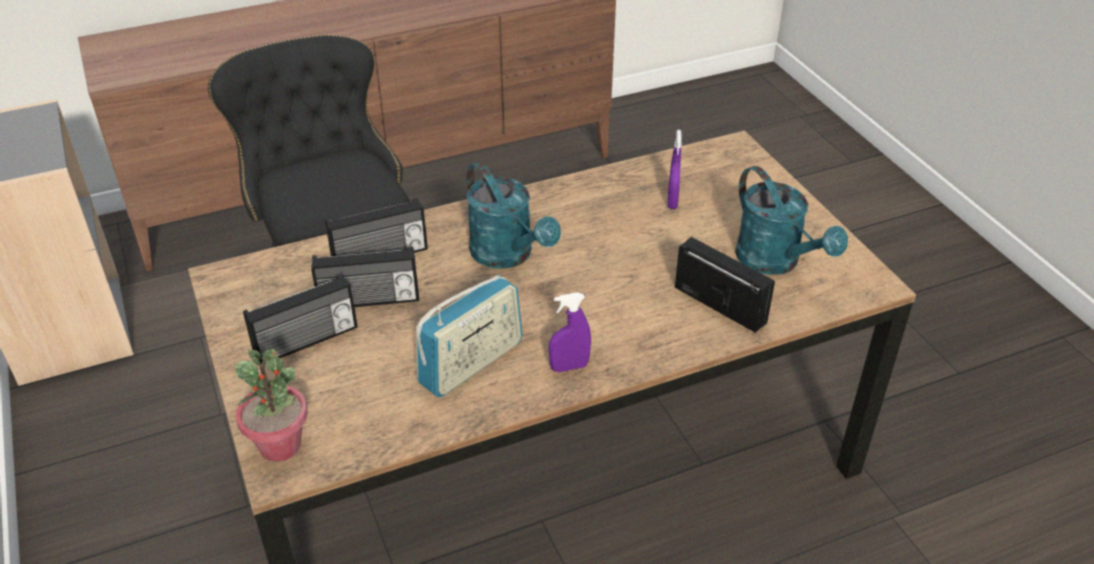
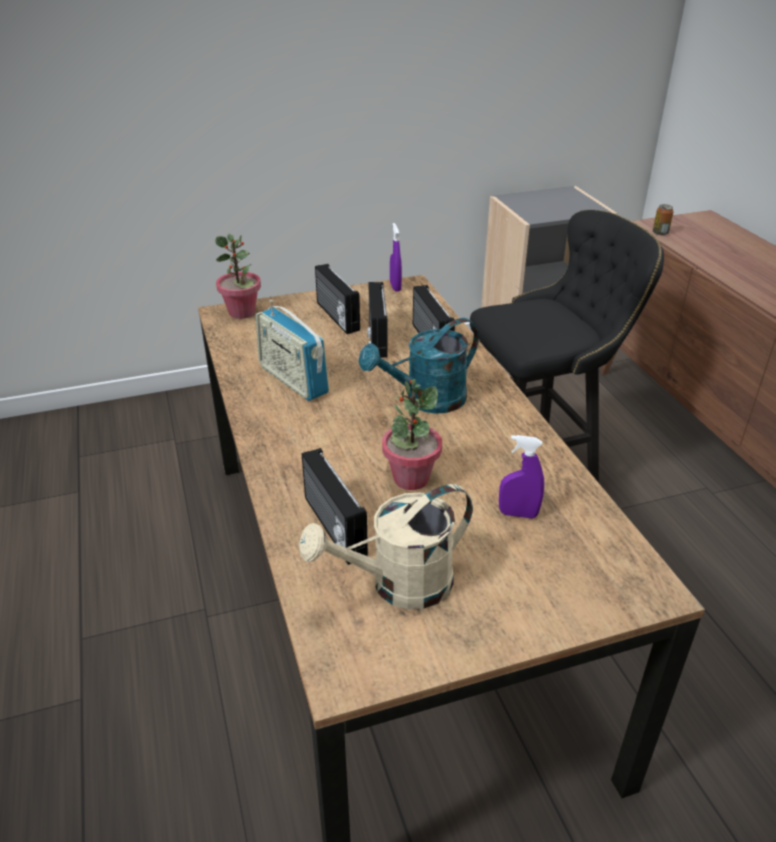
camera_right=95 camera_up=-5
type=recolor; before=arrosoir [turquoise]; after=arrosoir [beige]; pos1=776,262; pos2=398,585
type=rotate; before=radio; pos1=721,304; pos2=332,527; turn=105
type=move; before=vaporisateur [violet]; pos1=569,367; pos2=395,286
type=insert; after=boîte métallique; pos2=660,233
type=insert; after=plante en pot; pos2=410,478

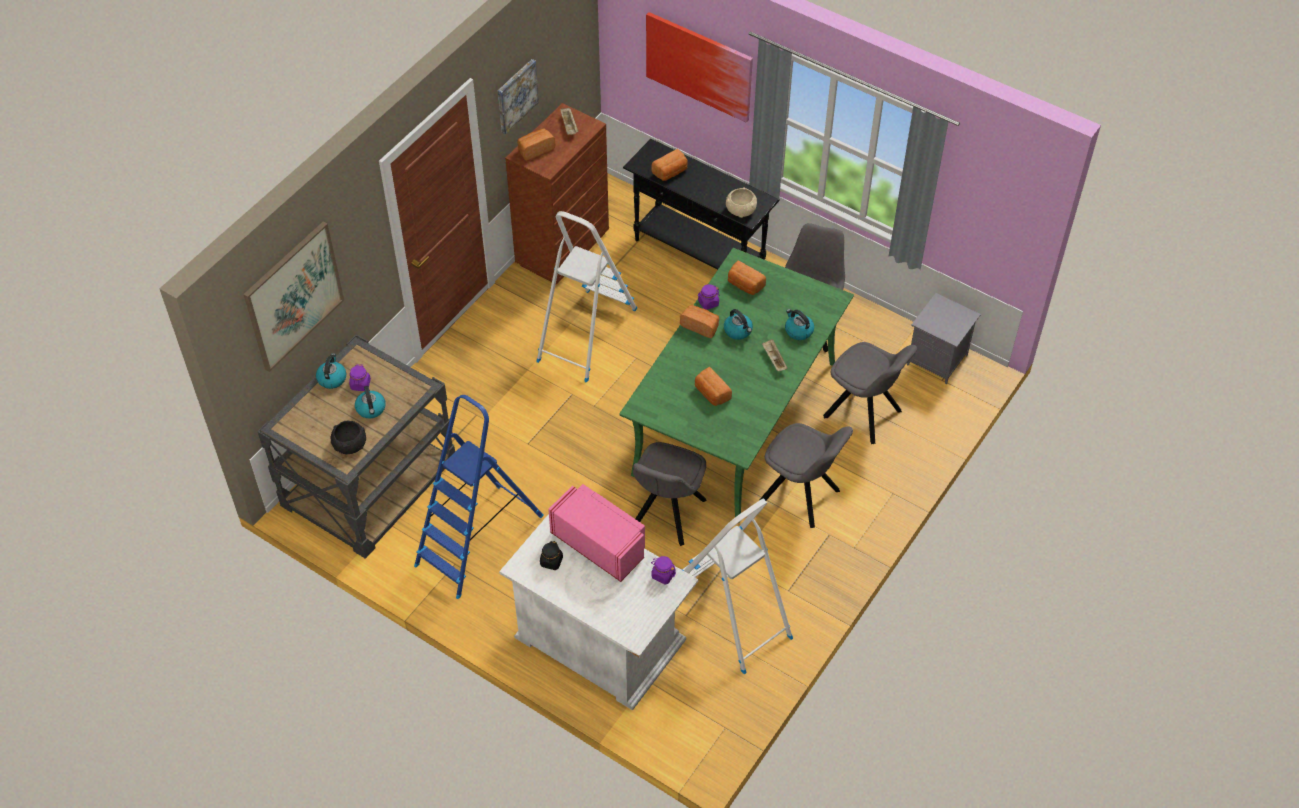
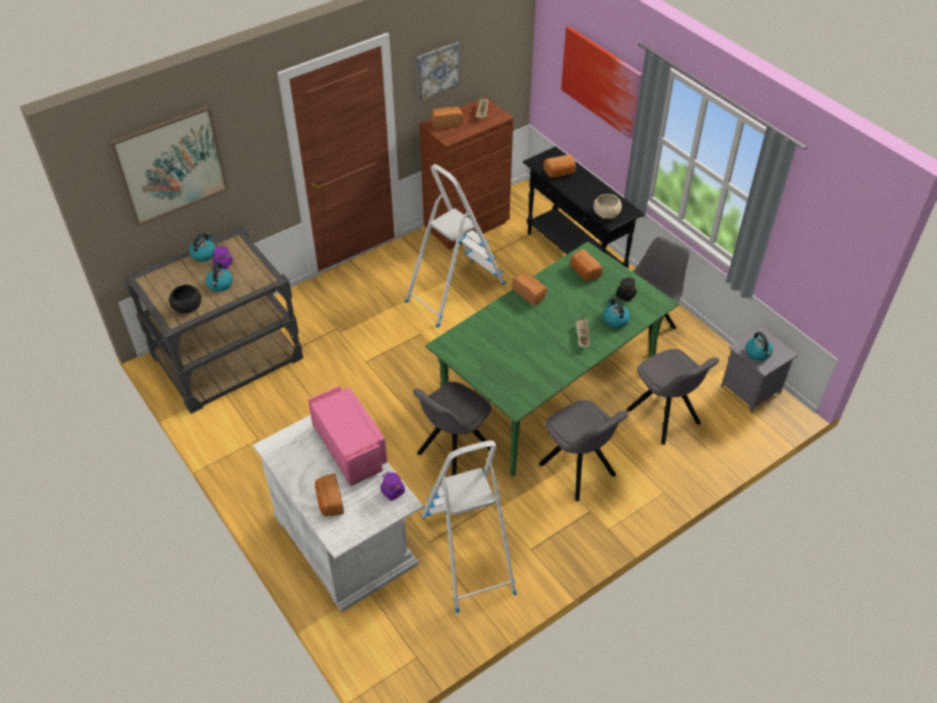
camera_right=20 camera_up=-5
type=delete; before=bocal [violet]; pos1=708,303
type=move; before=bouilloire; pos1=738,331; pos2=758,353
type=move; before=pain; pos1=711,393; pos2=329,501
type=delete; before=escabeau [bleu]; pos1=479,541
type=move; before=bocal [noir]; pos1=551,561; pos2=625,296

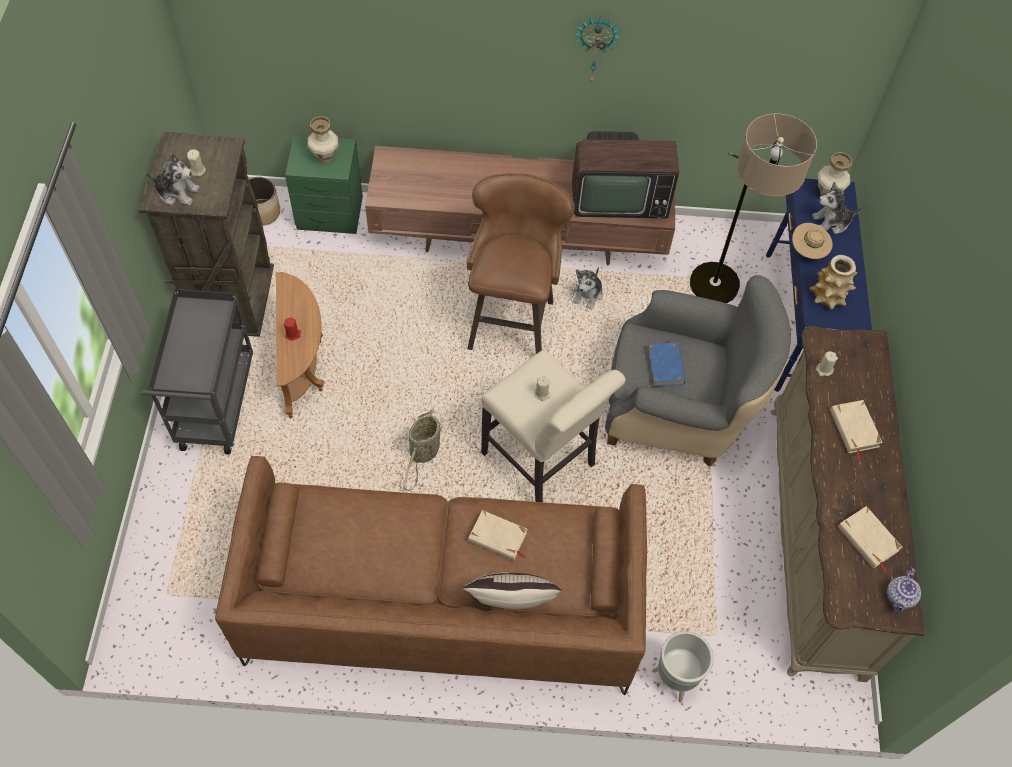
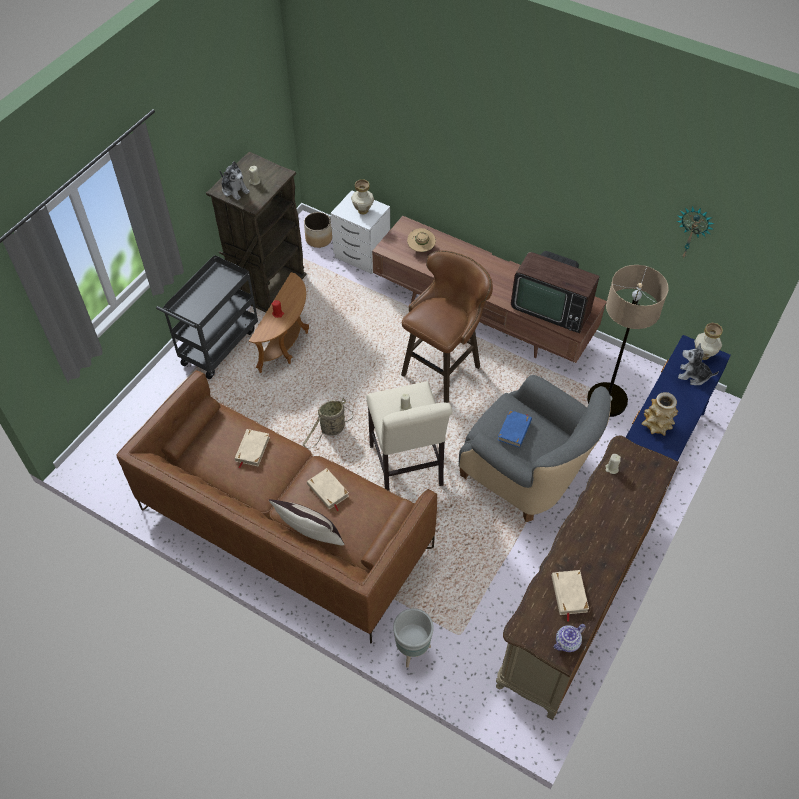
camera_right=30 camera_up=-5
type=move; before=horloge murale; pos1=595,47; pos2=692,232
type=recolor; before=table de chevet [vert]; after=table de chevet [blanc]; pos1=331,214; pos2=362,256
type=move; before=chapeau [beige]; pos1=808,251; pos2=421,248
type=delete; before=peluche; pos1=588,295
type=move; before=livre [beige]; pos1=854,429; pos2=252,449

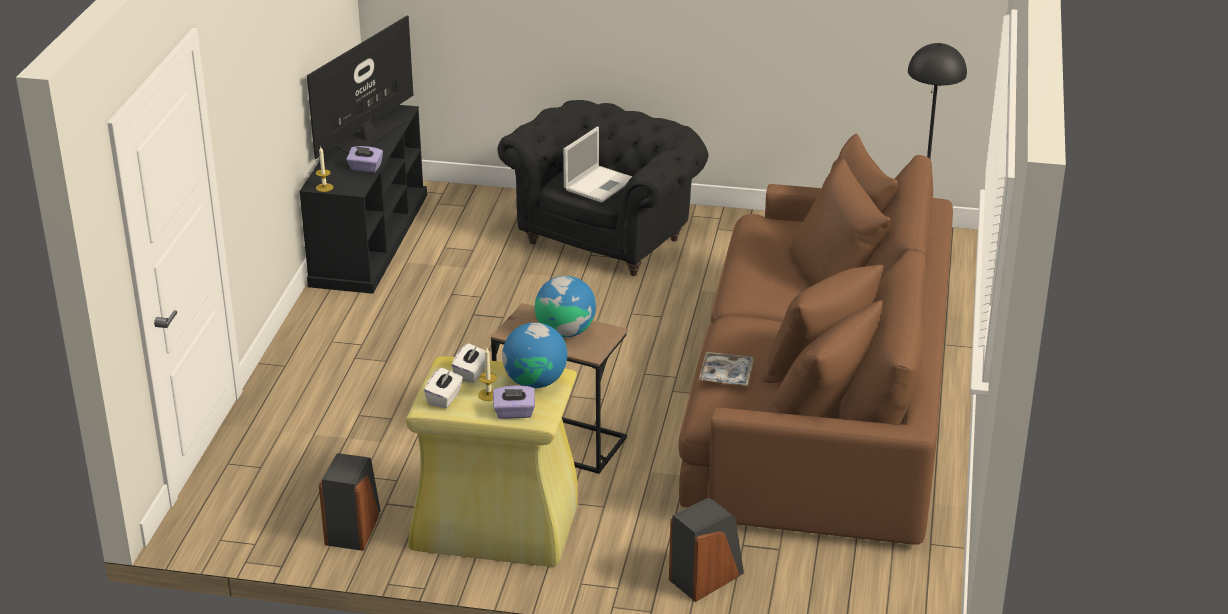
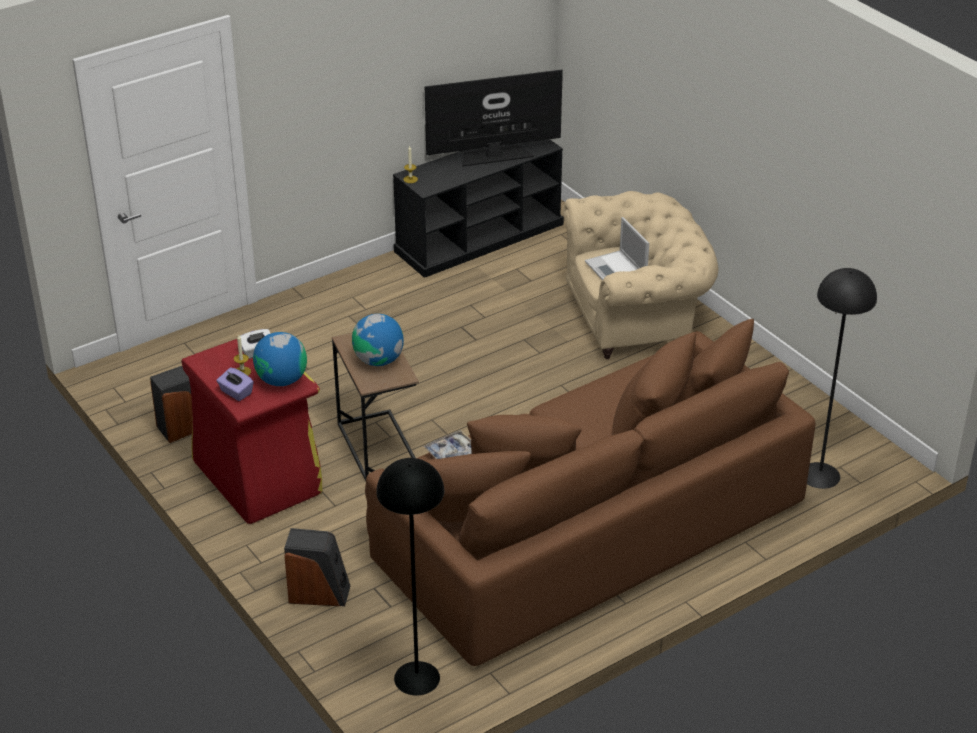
camera_right=45 camera_up=5
type=recolor; before=fauteuil [noir]; after=fauteuil [beige]; pos1=609,236; pos2=637,320
type=rotate; before=ordinateur portable; pos1=600,184; pos2=616,270; turn=75
type=delete; before=boîte à mouchoirs [violet]; pos1=365,168
type=recolor; before=table de chevet [jaune]; after=table de chevet [rouge]; pos1=494,525; pos2=257,475
type=delete; before=boîte à mouchoirs [blanc]; pos1=444,398
type=insert; after=lampadaire [noir]; pos2=416,678

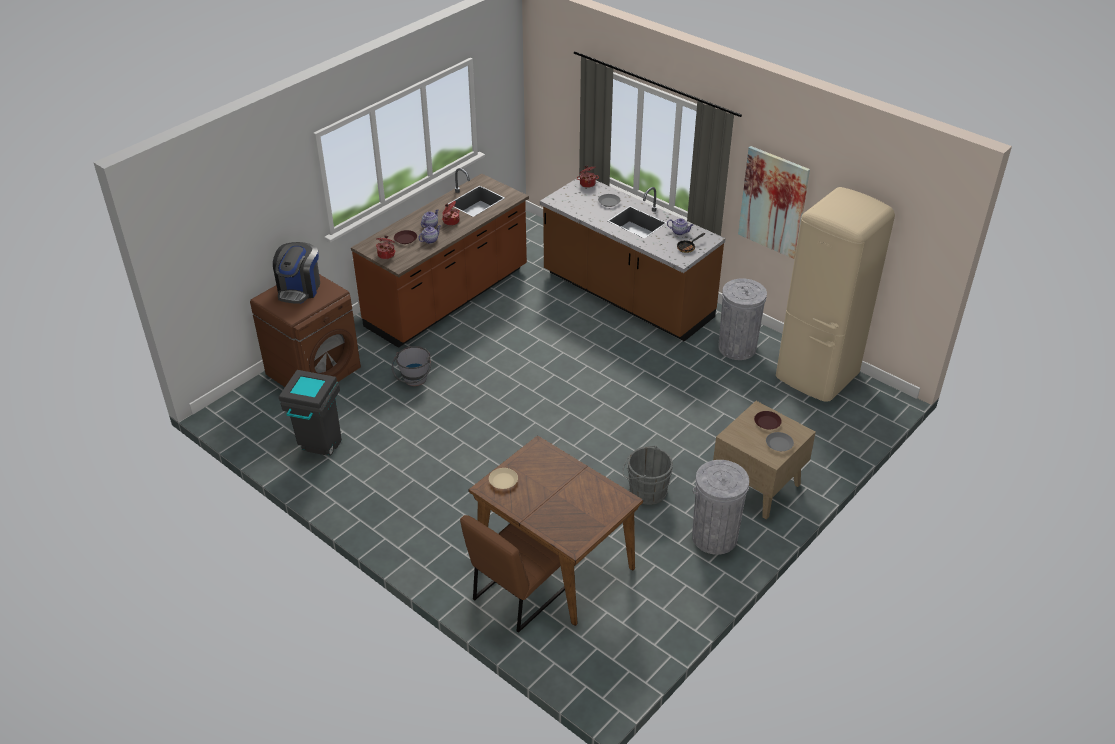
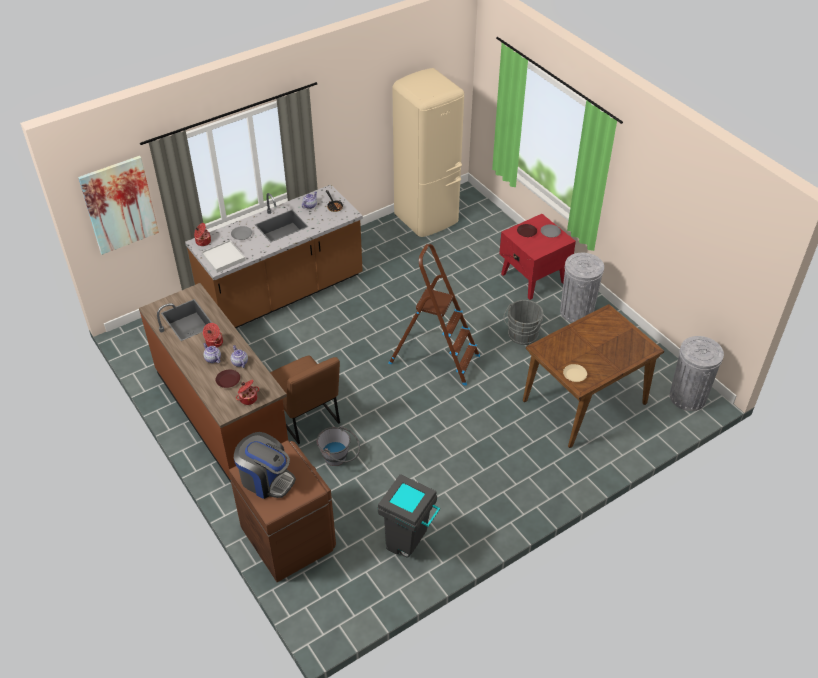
camera_right=-75 camera_up=5
type=move; before=tableau; pos1=773,202; pos2=119,205
type=move; before=poubelle [gris]; pos1=737,348; pos2=687,397
type=recolor; before=table de chevet [beige]; after=table de chevet [rouge]; pos1=756,487; pos2=533,278
type=move; before=chaise [marron]; pos1=518,594; pos2=305,416
type=insert; after=plateau [blanc]; pos2=223,258
type=insert; after=escabeau [marron]; pos2=435,359

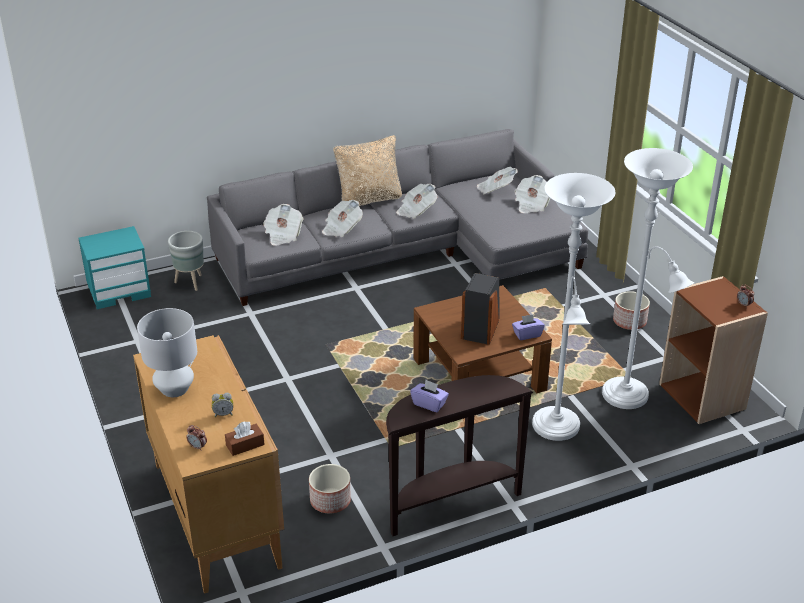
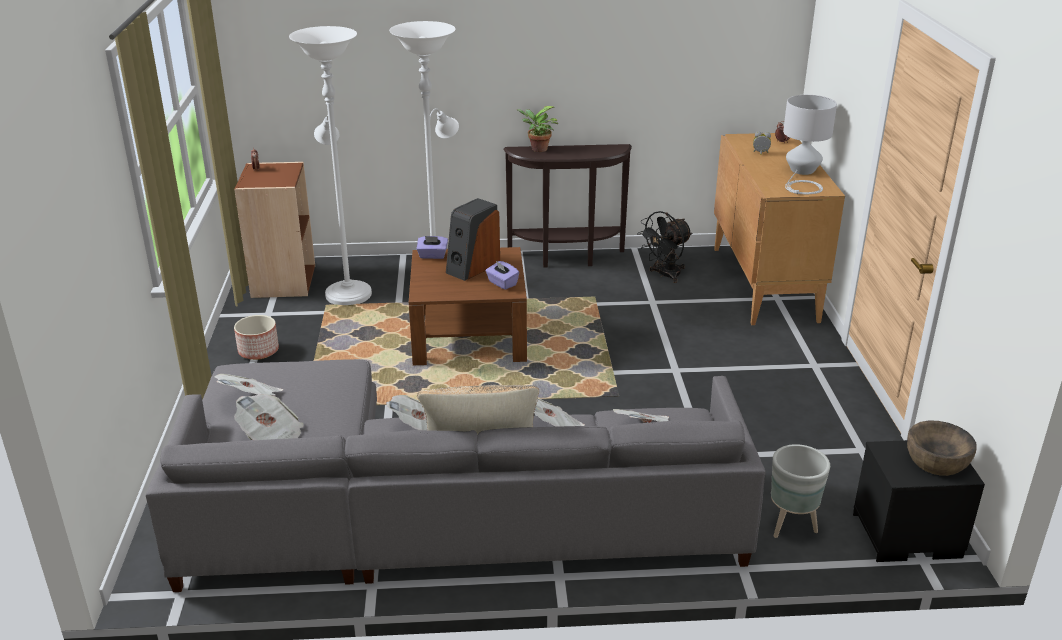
camera_right=-160 camera_up=-5
type=recolor; before=table de chevet [turquoise]; after=table de chevet [noir]; pos1=120,291; pos2=905,537
type=move; before=boîte à mouchoirs [violet]; pos1=429,404; pos2=502,283
type=delete; before=boîte à mouchoirs [marron]; pos1=245,445
type=replace; before=cache-pot; after=ventilateur [noir]; pos1=330,501; pos2=664,275
type=insert; after=plante en pot; pos2=537,149
type=insert; after=bol [marron]; pos2=936,461

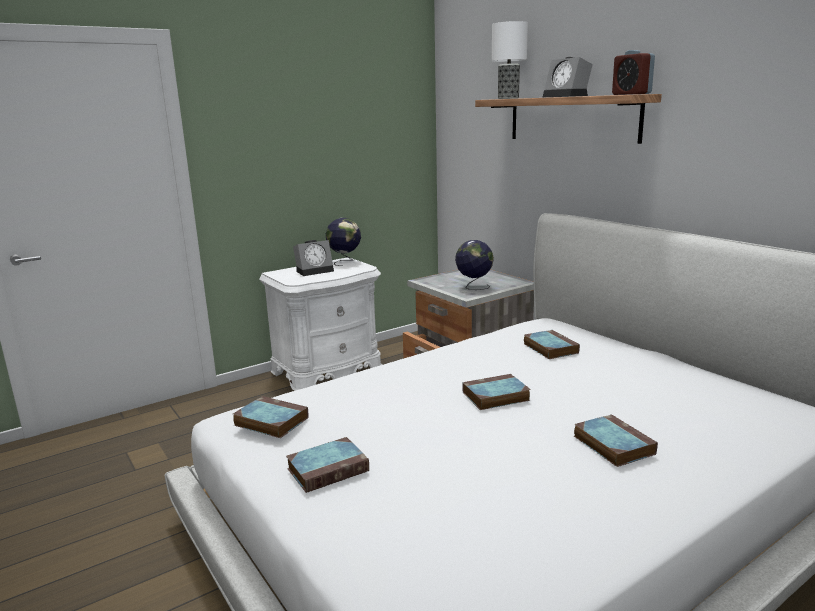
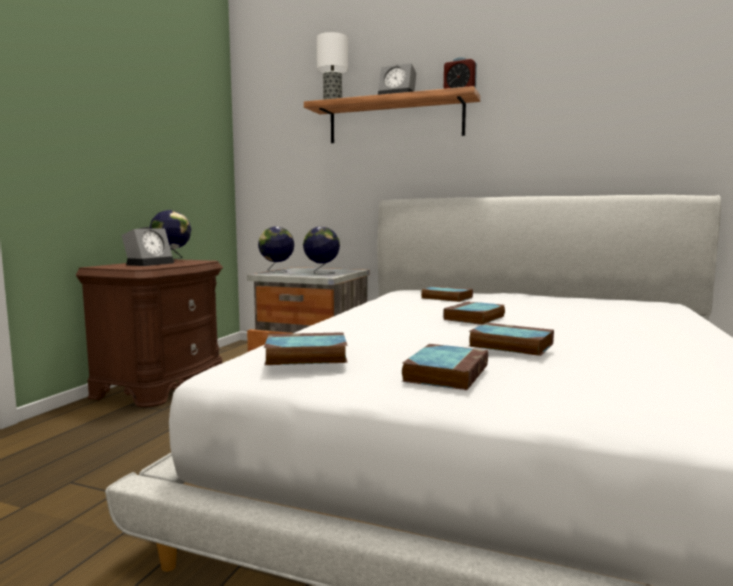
camera_right=-35 camera_up=-10
type=recolor; before=table de chevet [blanc]; after=table de chevet [marron]; pos1=330,371; pos2=166,385
type=move; before=livre; pos1=611,444; pos2=508,345
type=insert; after=globe; pos2=277,272

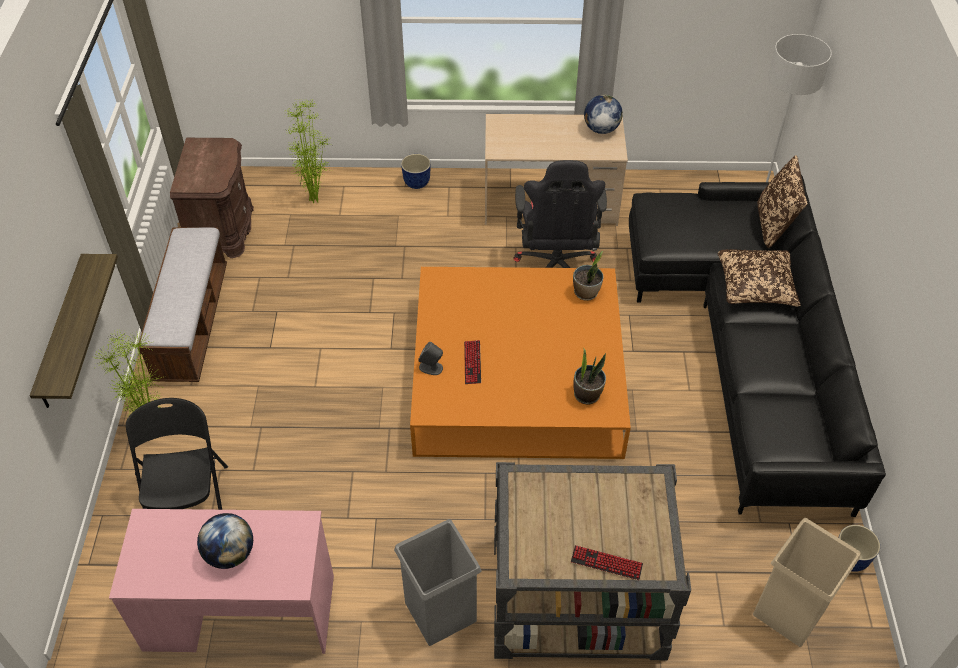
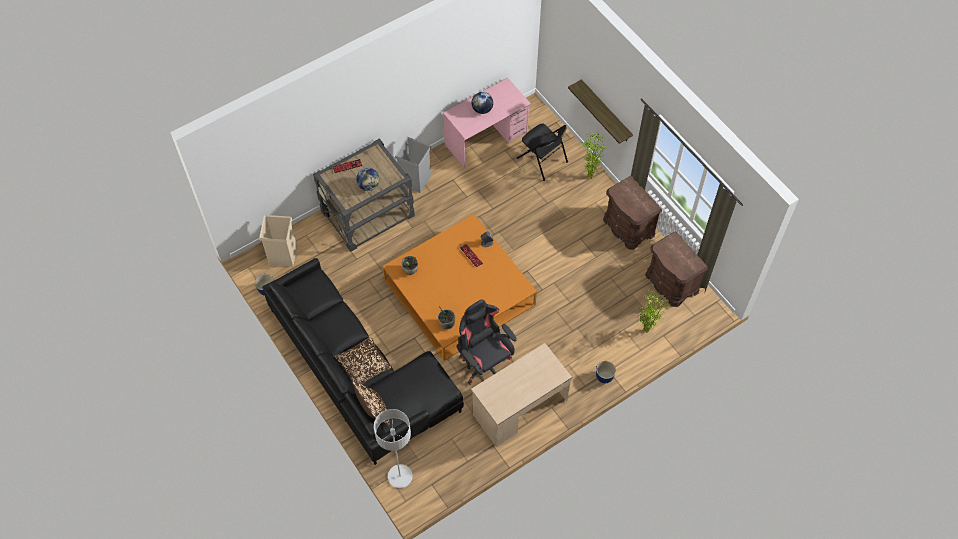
camera_right=145 camera_up=10
type=move; before=globe; pos1=601,129; pos2=369,185
type=replace; before=banc; after=table de chevet [marron]; pos1=192,323; pos2=627,228

